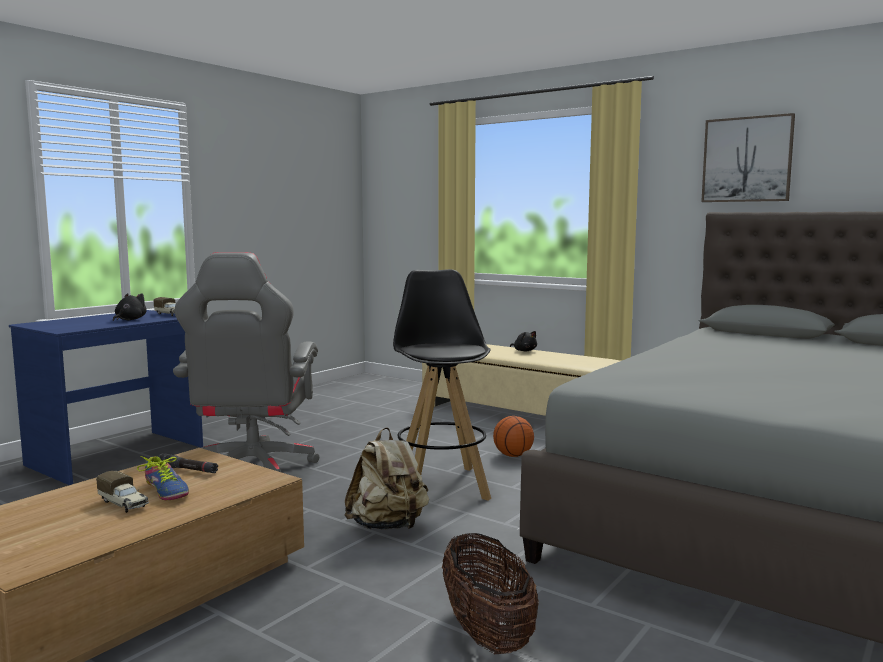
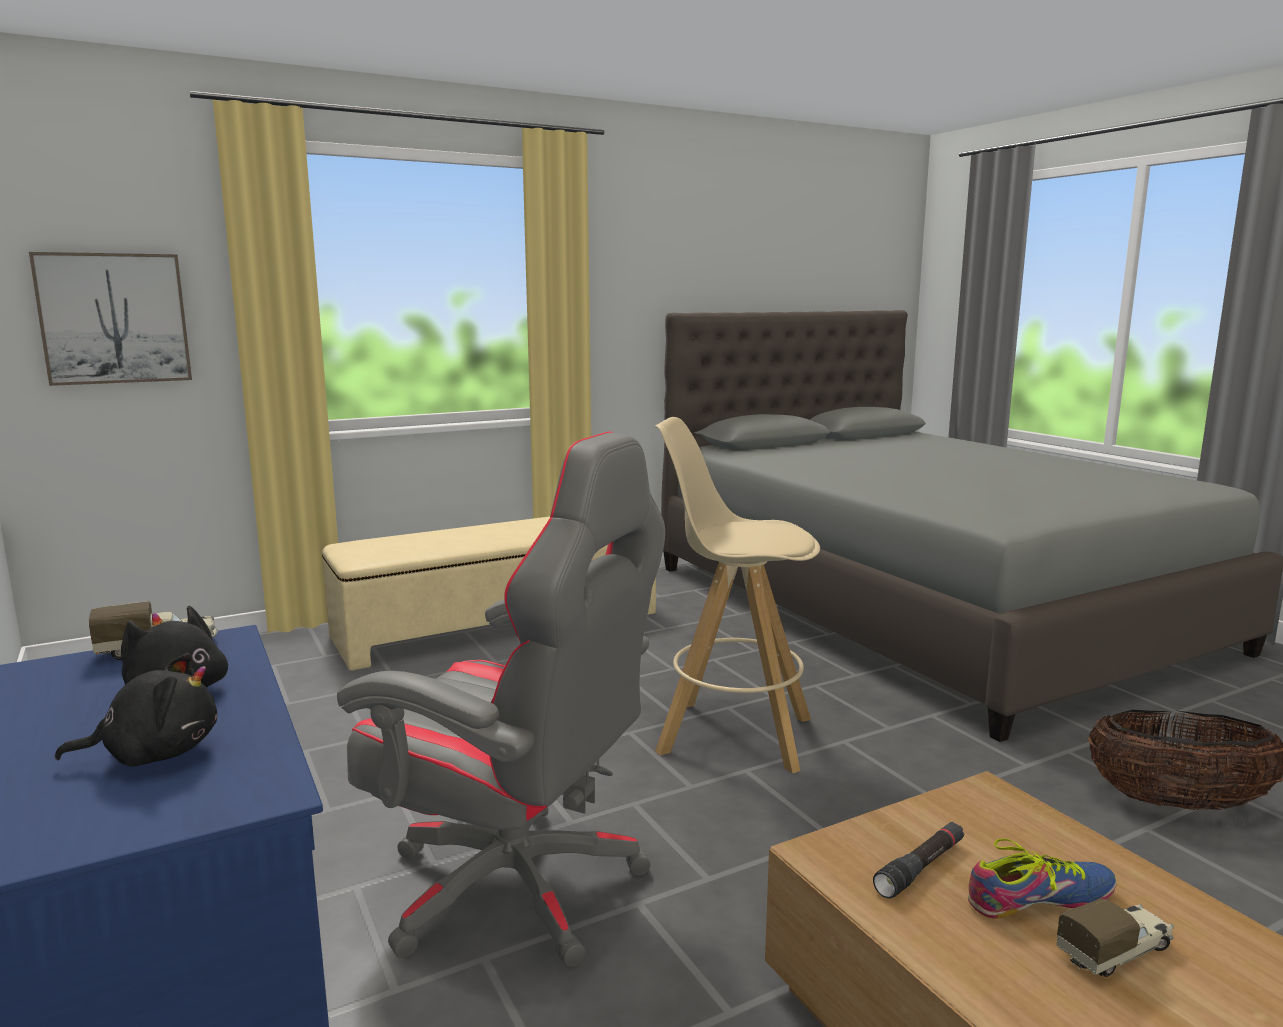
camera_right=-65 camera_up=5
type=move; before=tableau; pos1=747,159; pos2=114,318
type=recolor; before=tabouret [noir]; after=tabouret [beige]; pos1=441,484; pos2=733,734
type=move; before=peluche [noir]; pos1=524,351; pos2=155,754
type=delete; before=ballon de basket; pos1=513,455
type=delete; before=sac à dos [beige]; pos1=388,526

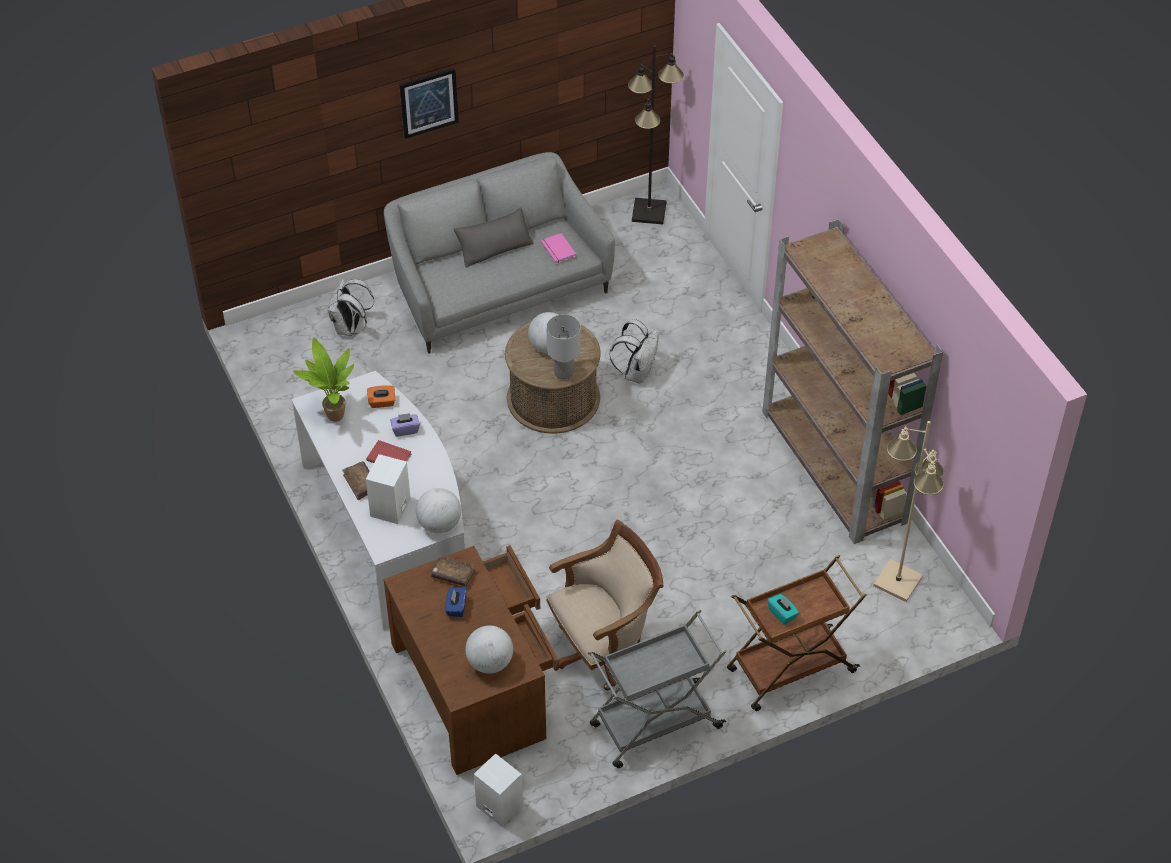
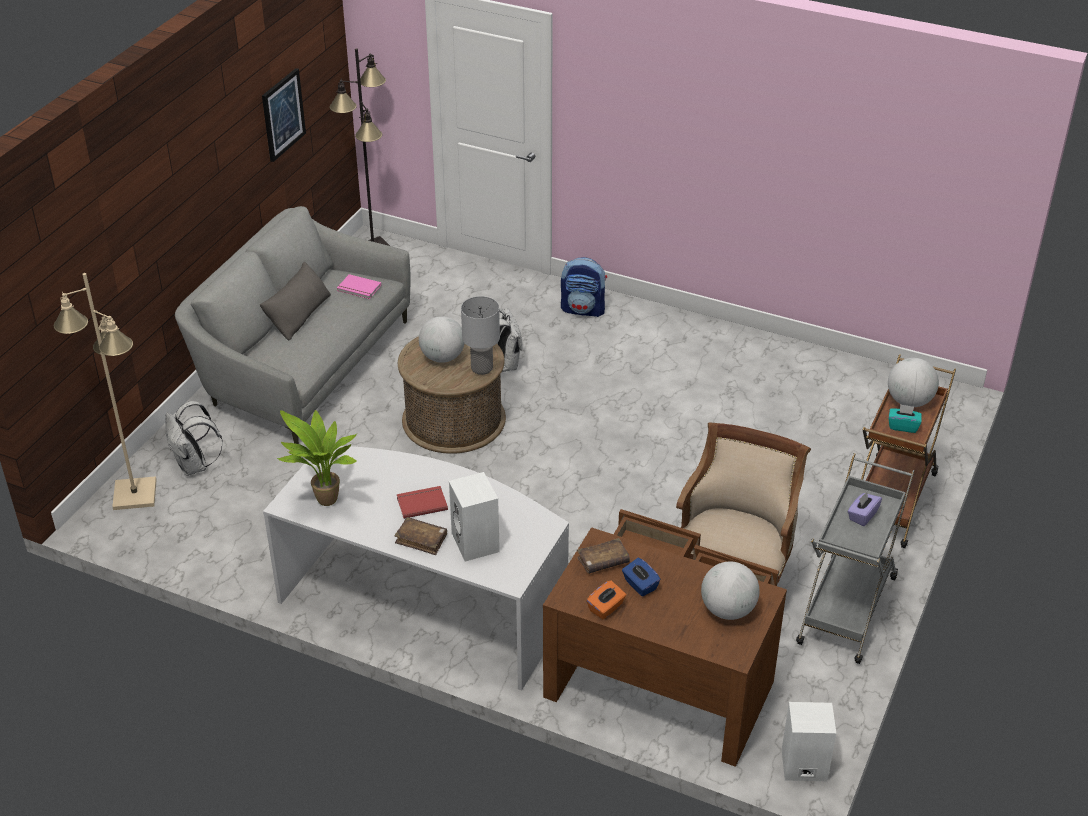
camera_right=-40 camera_up=-10
type=move; before=tableau; pos1=428,102; pos2=283,114
type=delete; before=bibliothèque [marron]; pos1=834,466
type=move; before=boîte à mouchoirs [orange]; pos1=382,402; pos2=606,608
type=move; before=boîte à mouchoirs [violet]; pos1=405,430; pos2=862,516
type=move; before=lampadaire [beige]; pos1=897,581; pos2=134,494
type=move; before=globe; pos1=439,524; pos2=909,401
type=insert; after=sac à dos; pos2=583,309

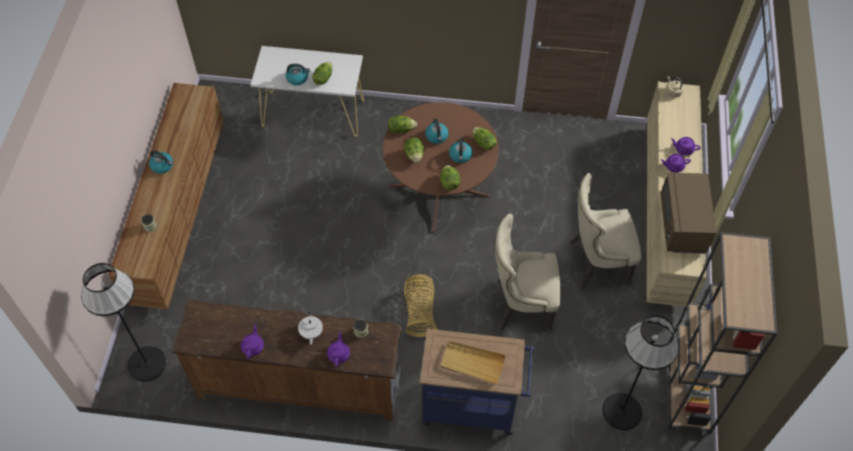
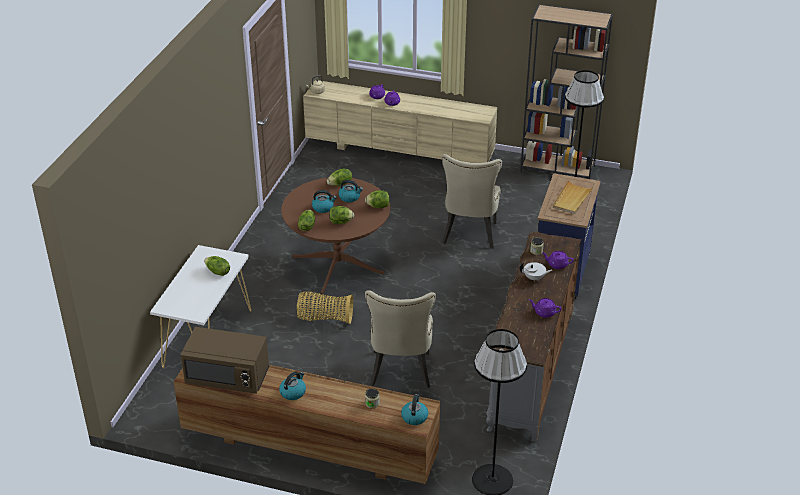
camera_right=-80 camera_up=-20
type=move; before=bouilloire; pos1=297,78; pos2=414,417
type=move; before=chaise [beige]; pos1=597,263; pos2=401,371
type=move; before=micro-ondes [marron]; pos1=683,225; pos2=228,377
type=move; before=panier; pos1=420,311; pos2=324,318

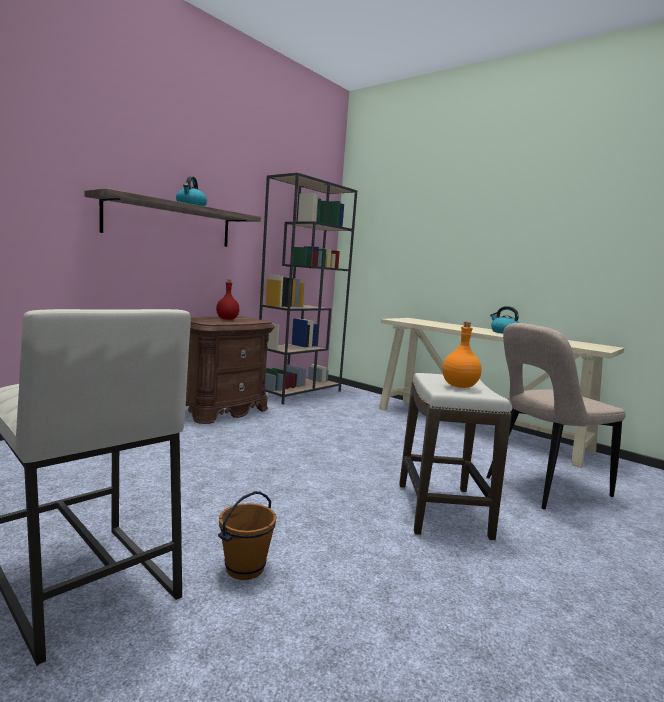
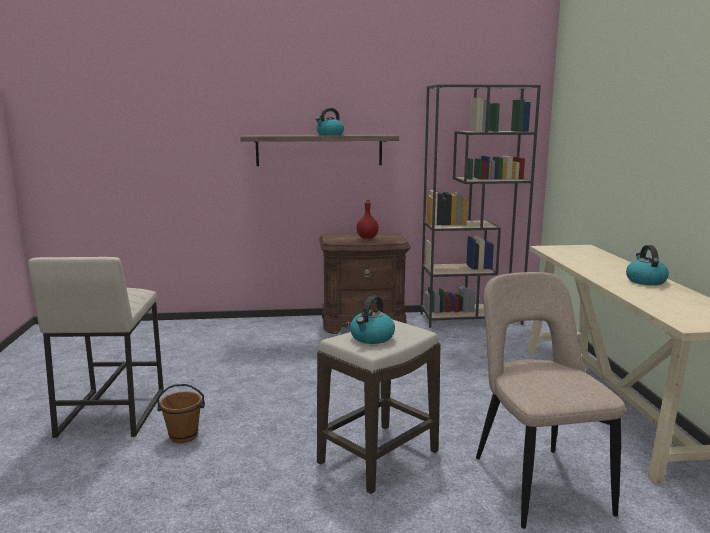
camera_right=45 camera_up=5
type=replace; before=bouteille [orange]; after=bouilloire; pos1=459,386; pos2=372,338
type=rotate; before=chaise [beige]; pos1=542,487; pos2=537,481; turn=60

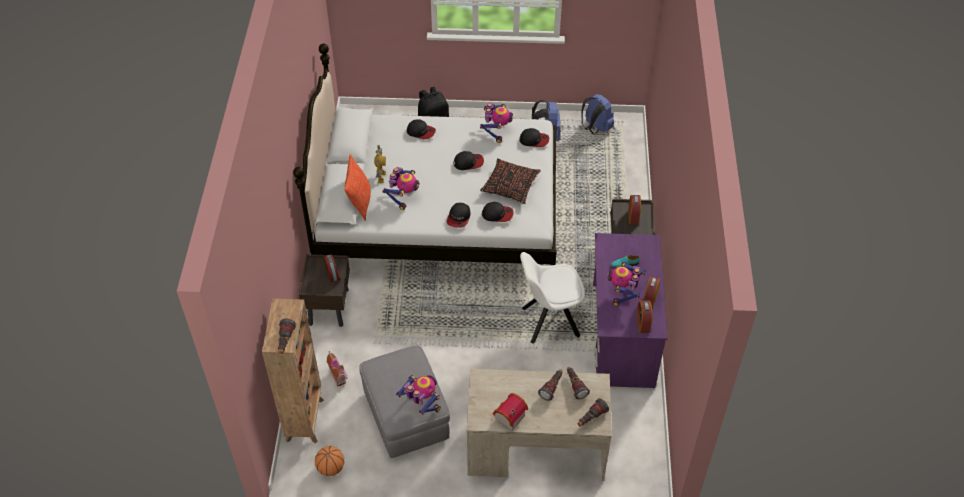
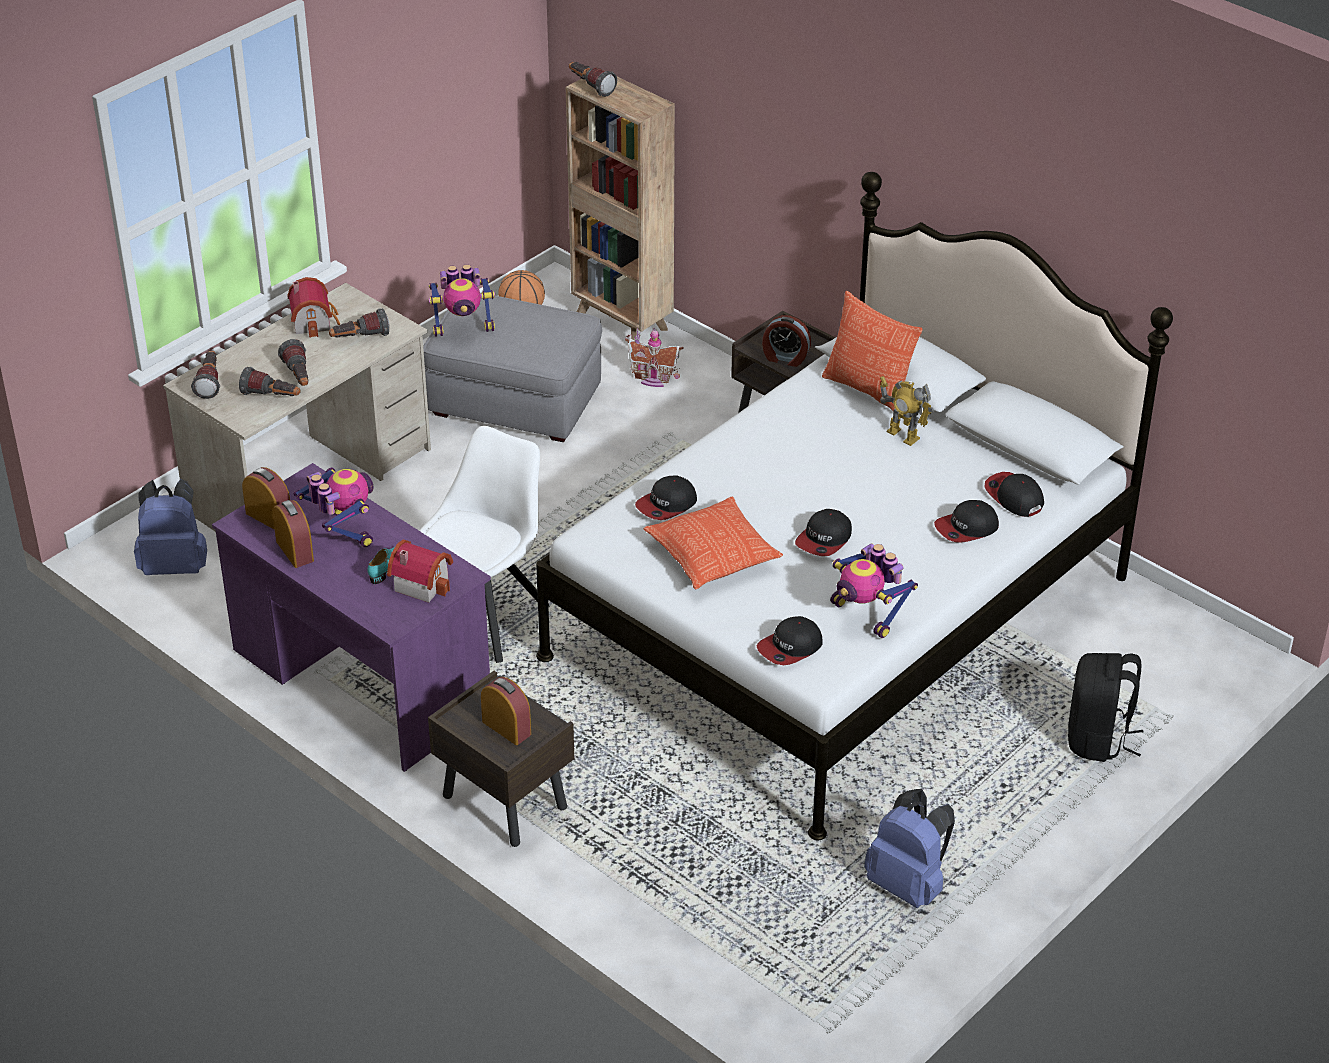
camera_right=130 camera_up=-10
type=move; before=sac à dos [bleu]; pos1=595,128; pos2=175,565
type=recolor; before=coussin [noir]; after=coussin [orange]; pos1=510,186; pos2=713,556
type=delete; before=robot jouet; pos1=403,197
type=move; before=casquette; pos1=459,218; pos2=1014,496
type=insert; after=lampe de poche; pos2=360,338
type=insert; after=maison miniature; pos2=422,582

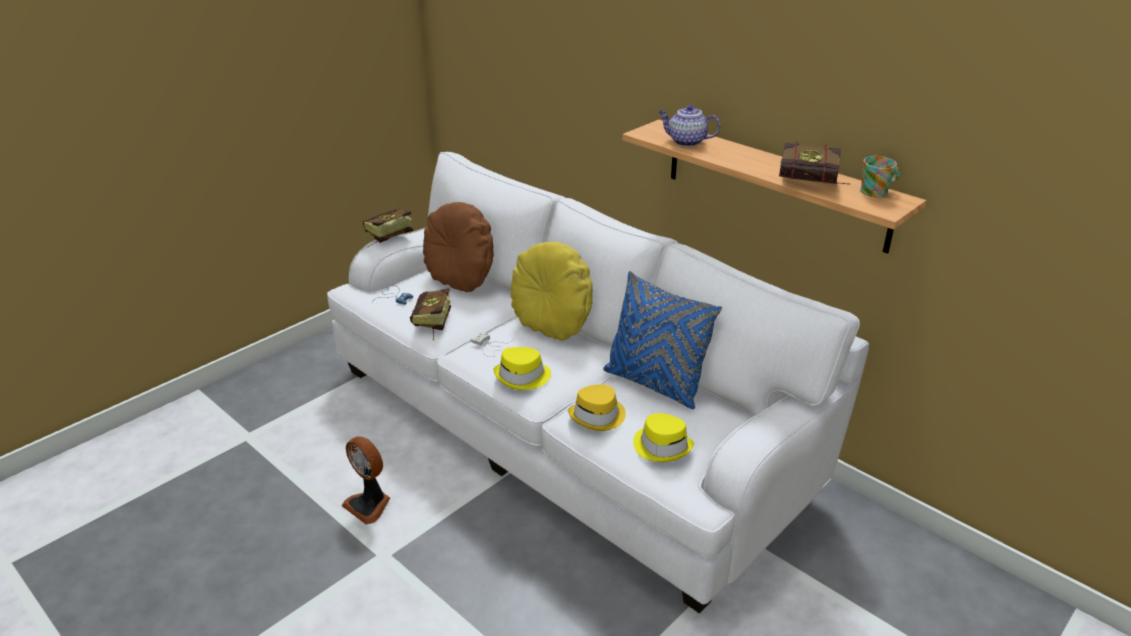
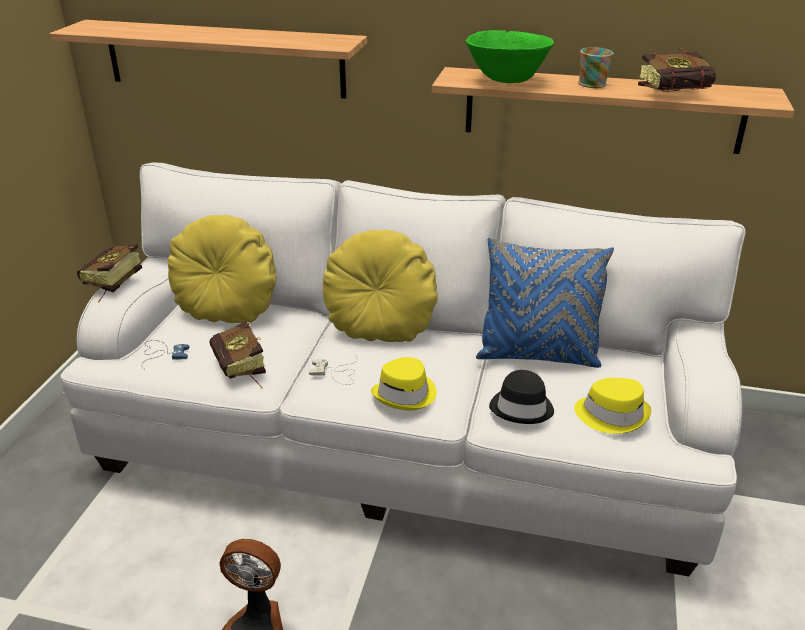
camera_right=-30 camera_up=0
type=replace; before=théière; after=bol [vert]; pos1=686,142; pos2=506,81
type=move; before=mug; pos1=877,191; pos2=595,83
type=recolor; before=coussin [marron]; after=coussin [jaune]; pos1=460,281; pos2=227,313
type=recolor; before=chapeau [jaune]; after=chapeau [noir]; pos1=598,416; pos2=522,407
type=insert; after=étagère; pos2=224,58

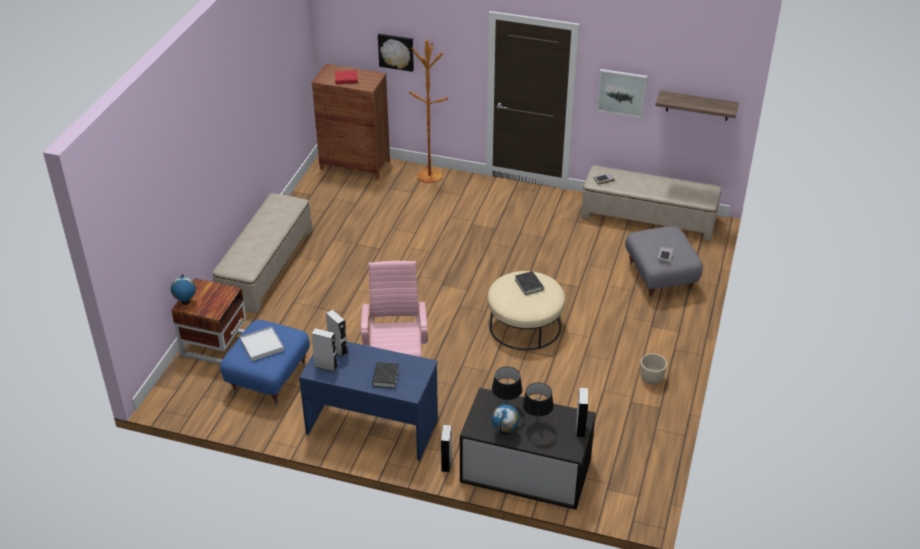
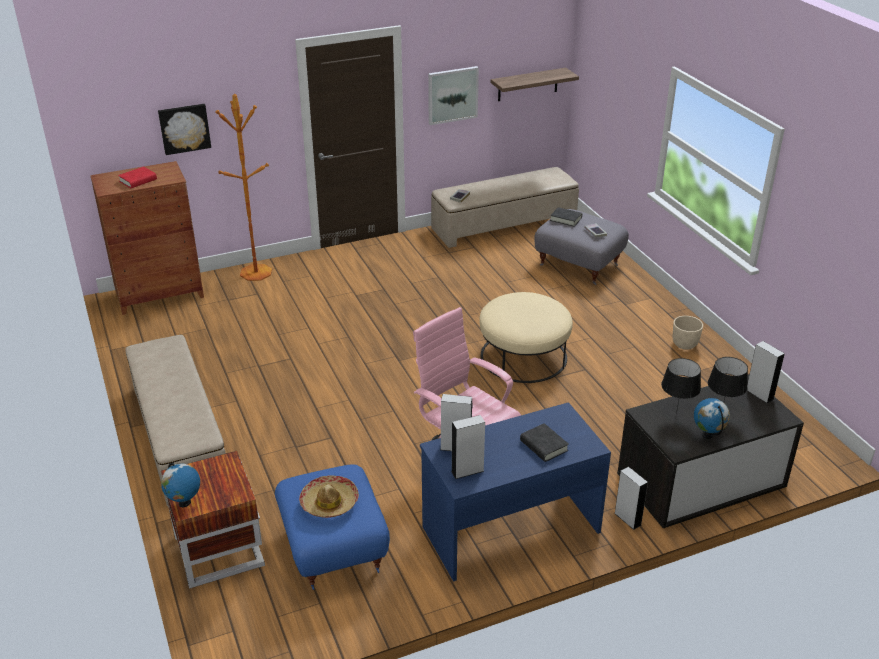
camera_right=-40 camera_up=-5
type=move; before=livre [noir]; pos1=529,285; pos2=566,219
type=replace; before=plateau [blanc]; after=chapeau; pos1=262,345; pos2=329,502

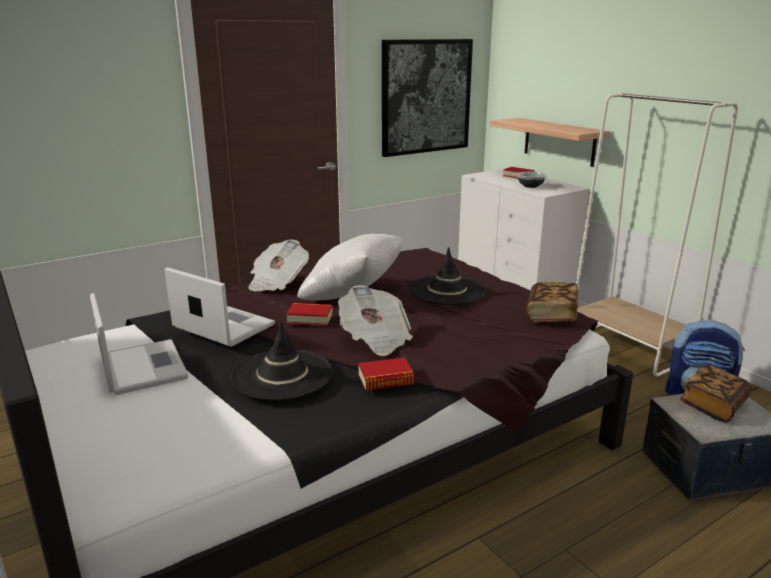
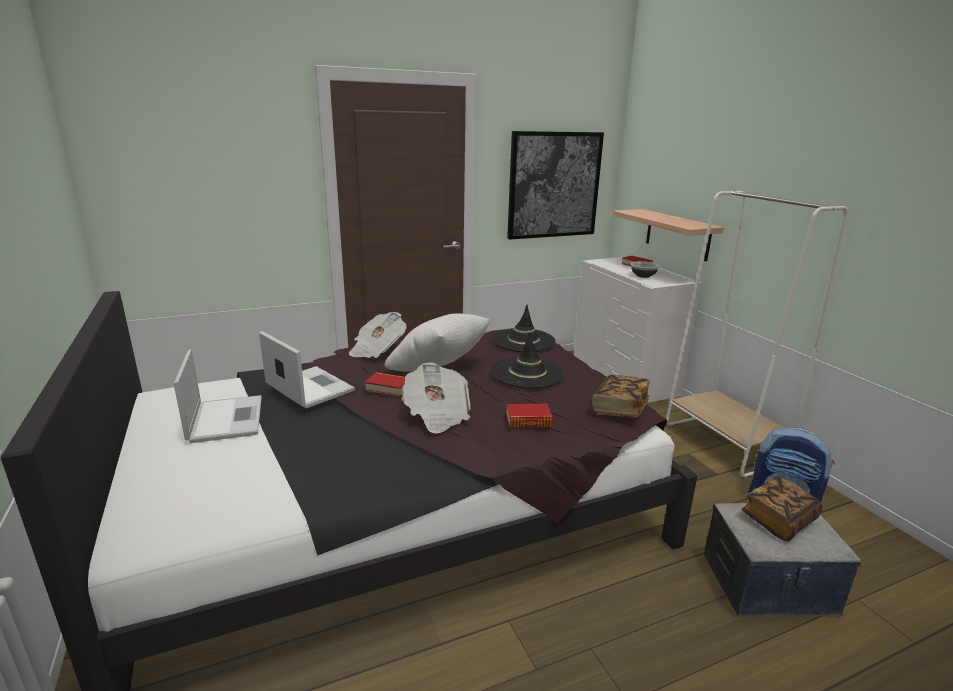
camera_right=10 camera_up=0
type=move; before=chapeau [noir]; pos1=282,375; pos2=523,340
type=move; before=livre; pos1=385,379; pos2=528,420

